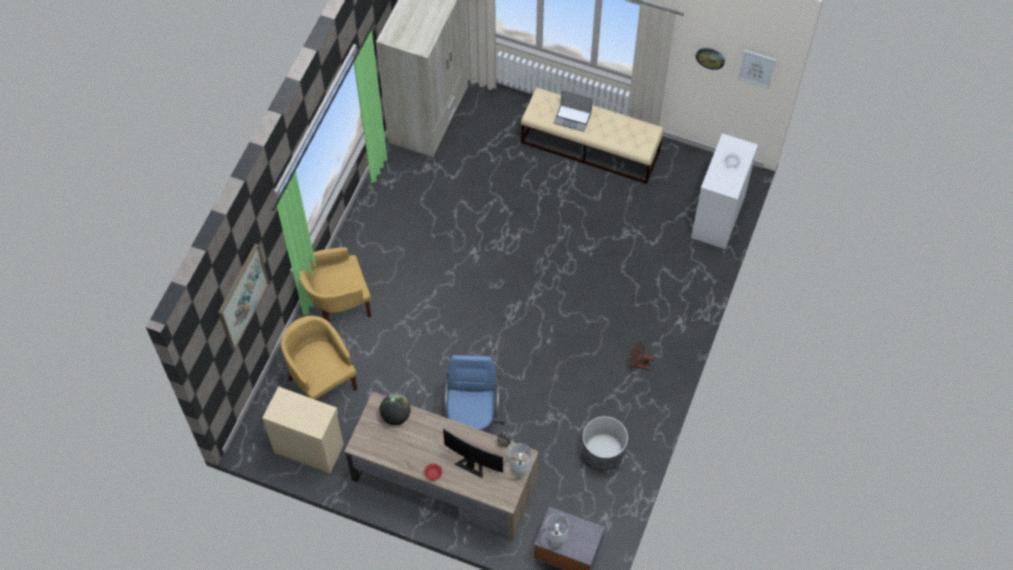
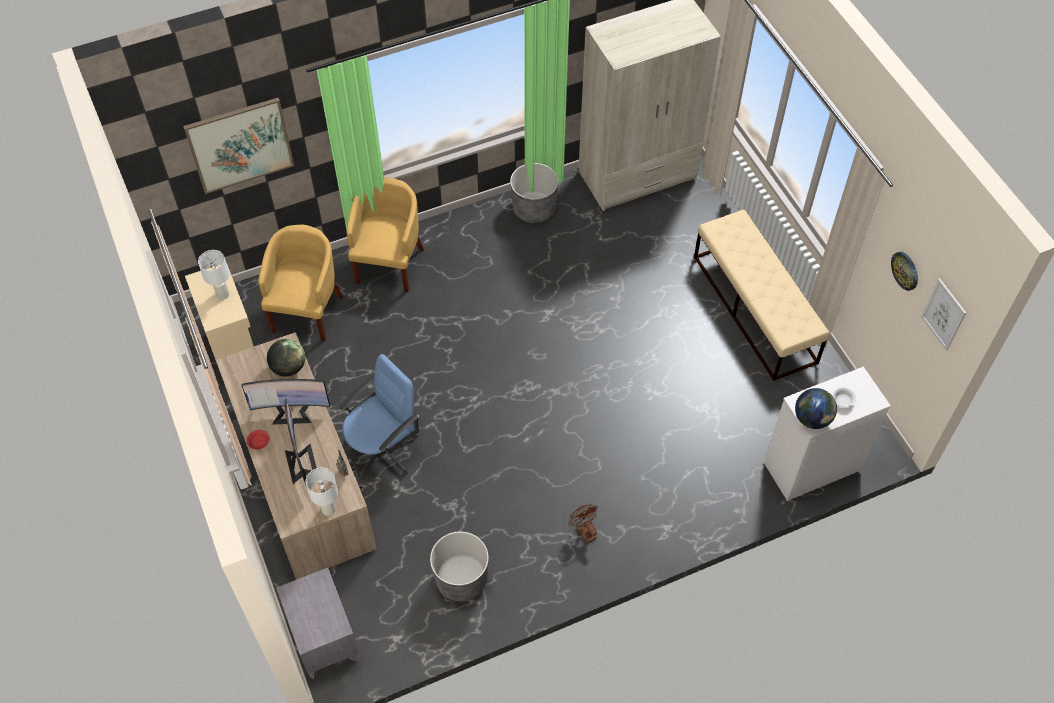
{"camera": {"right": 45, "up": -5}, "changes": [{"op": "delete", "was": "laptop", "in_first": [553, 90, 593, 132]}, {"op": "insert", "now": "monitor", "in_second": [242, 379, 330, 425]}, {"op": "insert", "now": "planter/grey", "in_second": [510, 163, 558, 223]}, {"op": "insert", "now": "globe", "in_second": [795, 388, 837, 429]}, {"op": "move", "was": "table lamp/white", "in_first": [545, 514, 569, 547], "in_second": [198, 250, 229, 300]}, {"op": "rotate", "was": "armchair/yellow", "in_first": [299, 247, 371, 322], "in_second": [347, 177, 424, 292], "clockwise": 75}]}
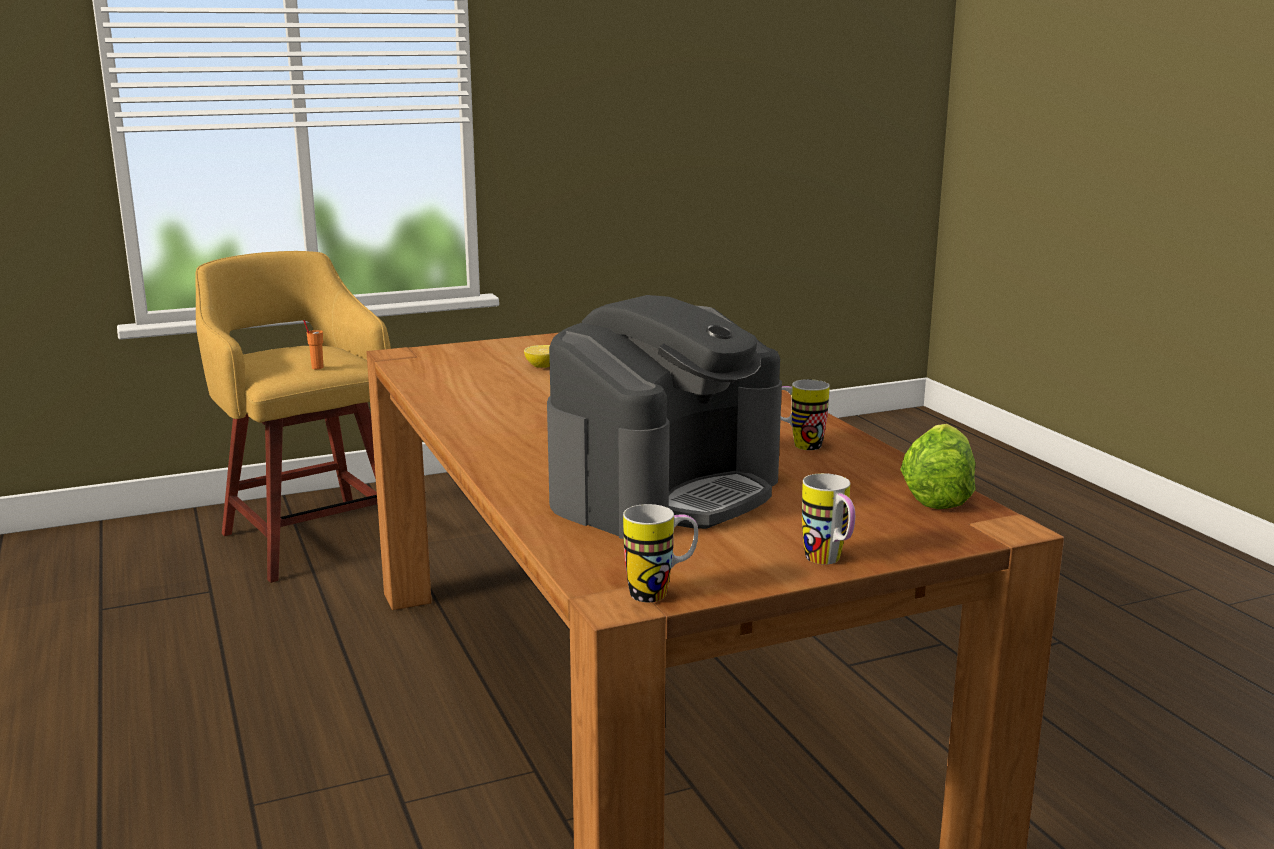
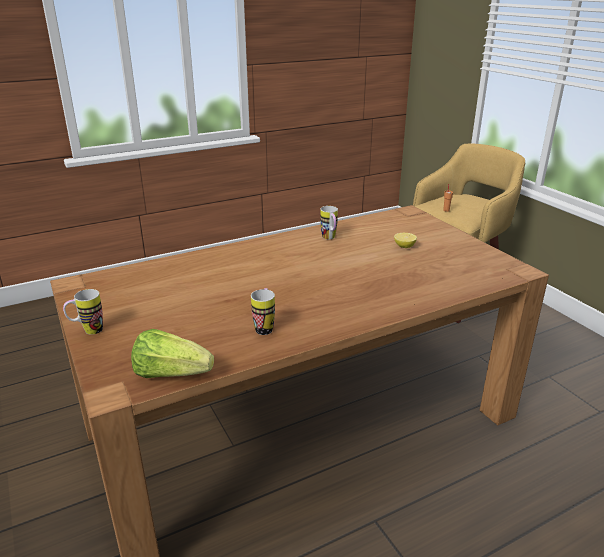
{"camera": {"right": 85, "up": 10}, "changes": [{"op": "delete", "was": "coffee machine", "in_first": [547, 295, 782, 539]}, {"op": "move", "was": "mug", "in_first": [623, 504, 698, 602], "in_second": [320, 206, 338, 239]}]}
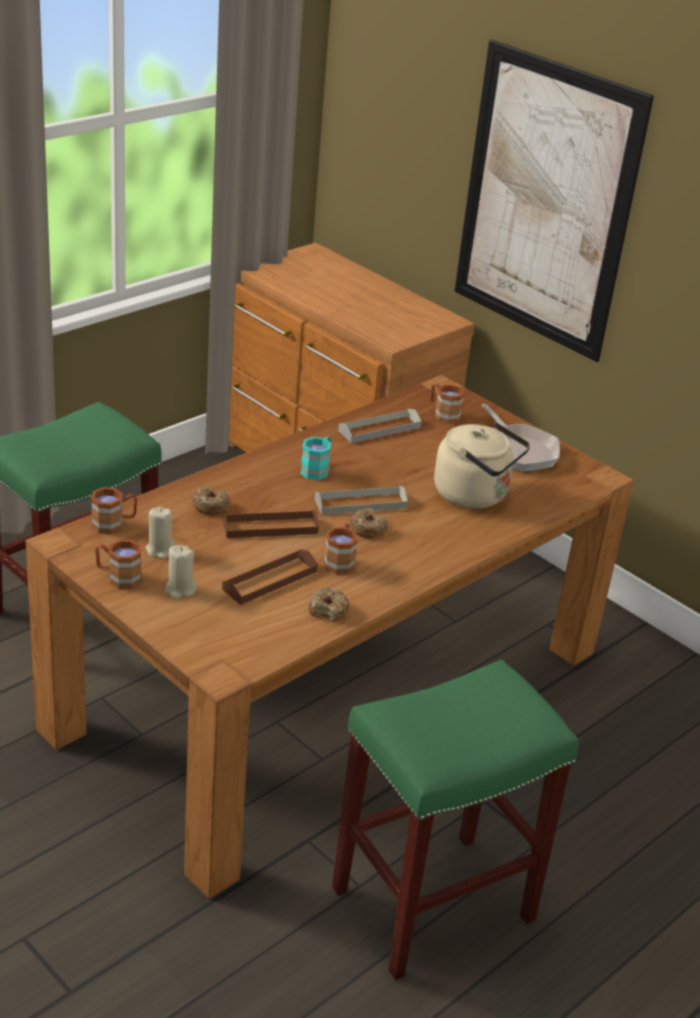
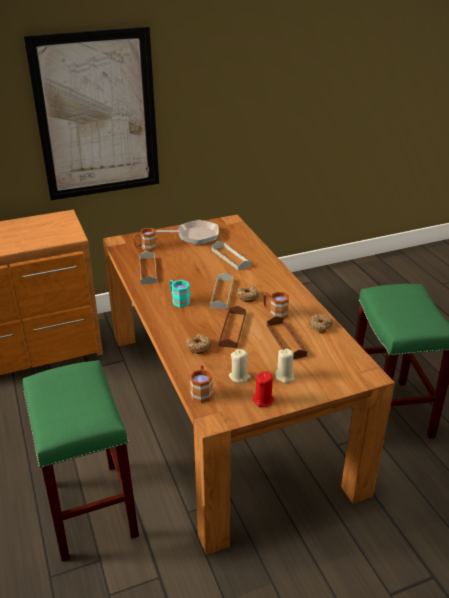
{"camera": {"right": -65, "up": 0}, "changes": [{"op": "replace", "was": "mug/brown", "now": "candle/red", "in_first": [95, 540, 141, 589], "in_second": [253, 371, 274, 407]}, {"op": "replace", "was": "kettle/beige", "now": "tray/grey", "in_first": [434, 422, 530, 509], "in_second": [211, 241, 251, 271]}]}
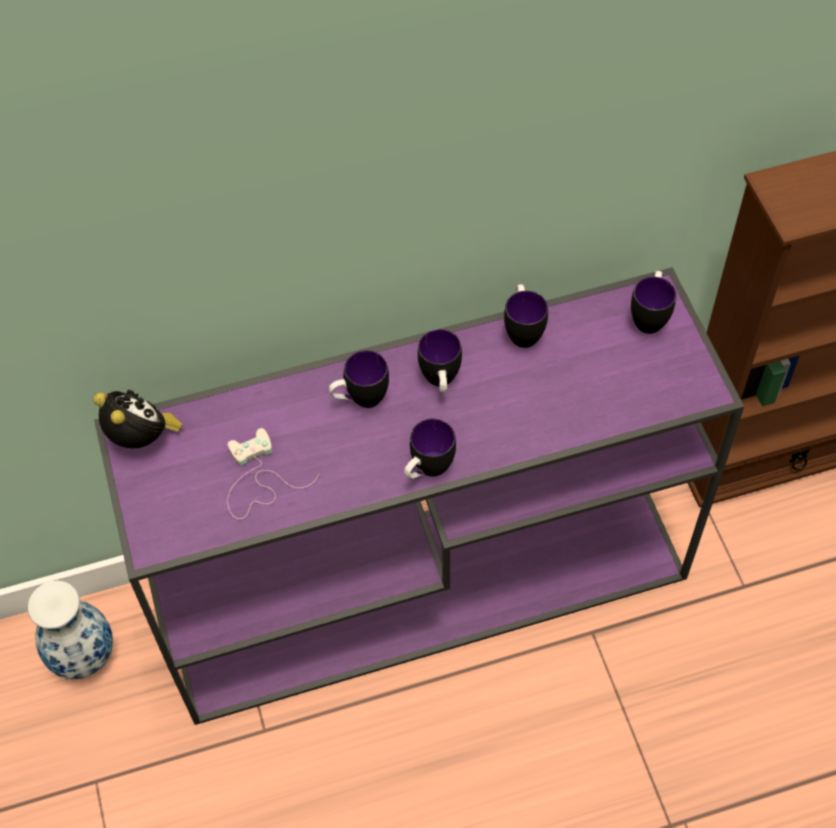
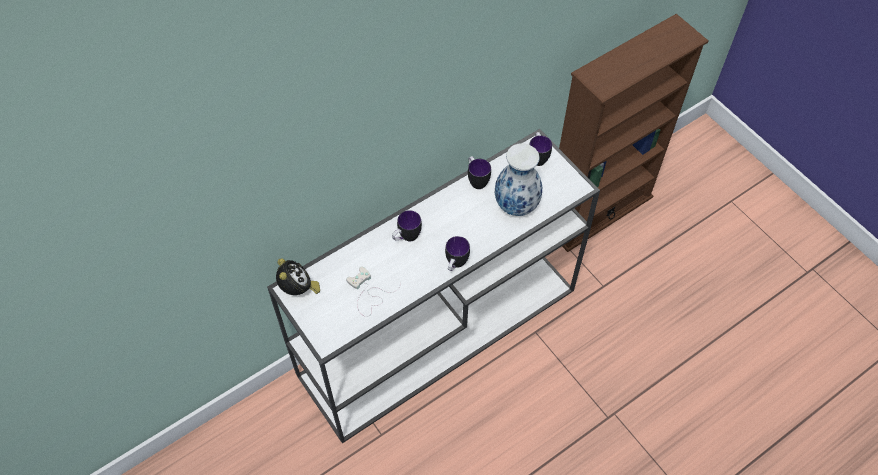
{"camera": {"right": -20, "up": 0}, "changes": [{"op": "delete", "was": "mug", "in_first": [418, 329, 462, 393]}, {"op": "move", "was": "vase", "in_first": [28, 581, 113, 680], "in_second": [495, 143, 542, 216]}, {"op": "recolor", "was": "console table/purple", "now": "console table/white", "in_first": [94, 267, 744, 725], "in_second": [267, 129, 600, 443]}, {"op": "rotate", "was": "alarm clock", "in_first": [93, 390, 182, 448], "in_second": [276, 258, 320, 295], "clockwise": 45}]}
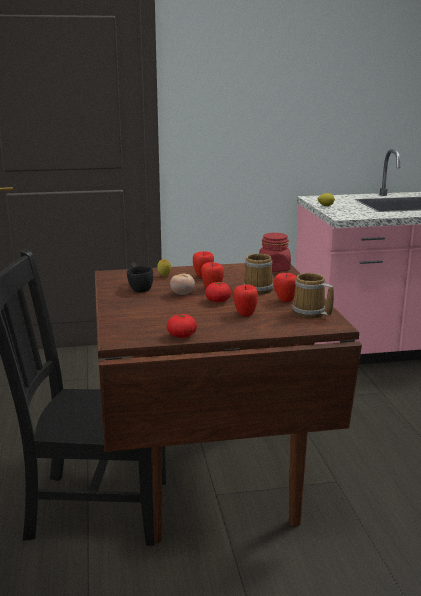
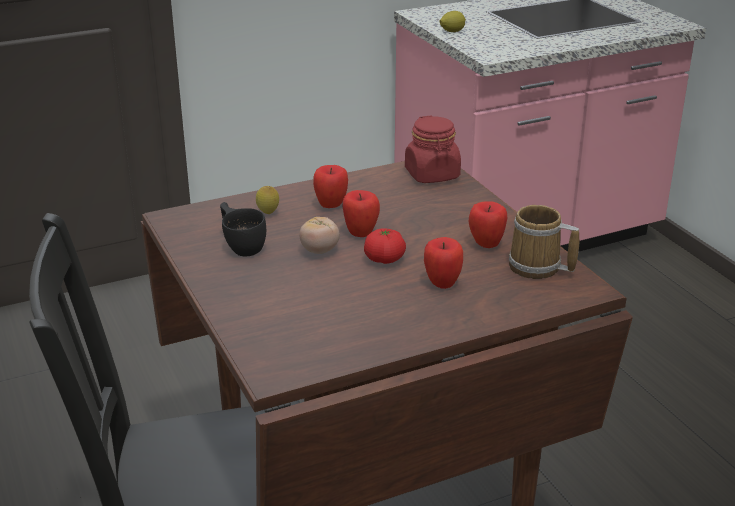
{"camera": {"right": -15, "up": 10}, "changes": [{"op": "delete", "was": "tomato", "in_first": [167, 314, 197, 338]}, {"op": "delete", "was": "mug", "in_first": [243, 254, 273, 295]}]}
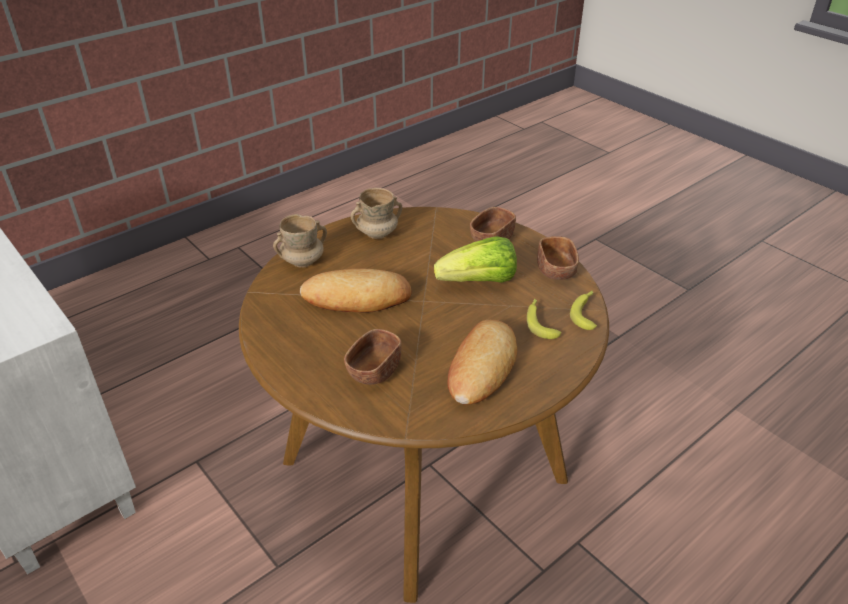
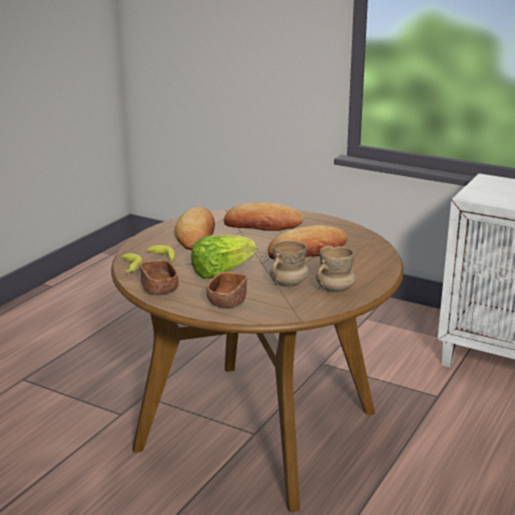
{"camera": {"right": 160, "up": -15}, "changes": [{"op": "move", "was": "mug/beige", "in_first": [273, 214, 327, 267], "in_second": [269, 240, 309, 288]}, {"op": "replace", "was": "bowl/brown", "now": "bread", "in_first": [344, 329, 402, 385], "in_second": [224, 202, 304, 231]}]}
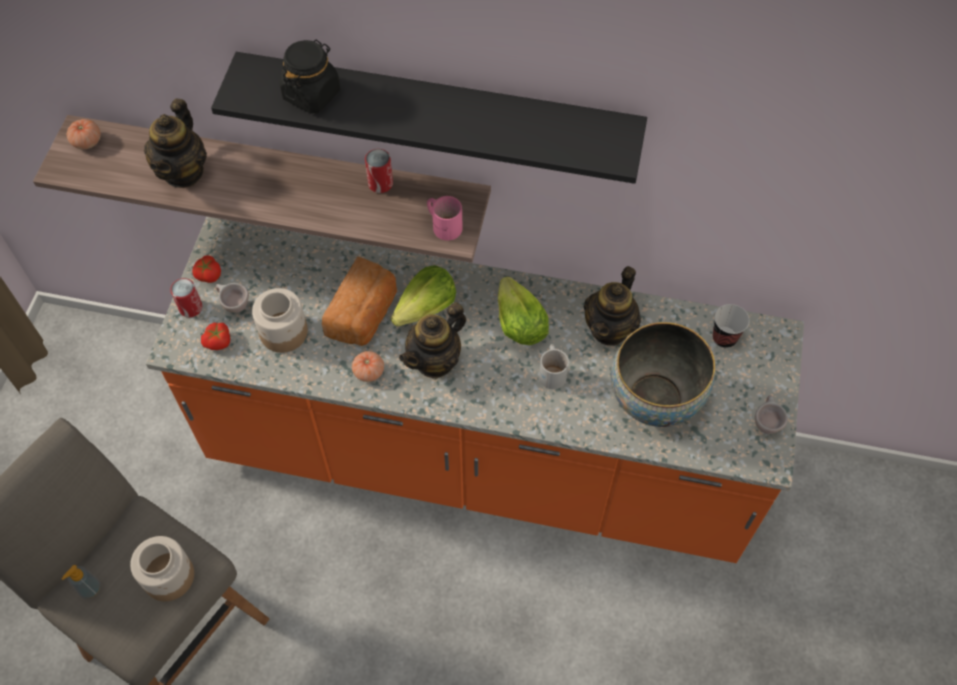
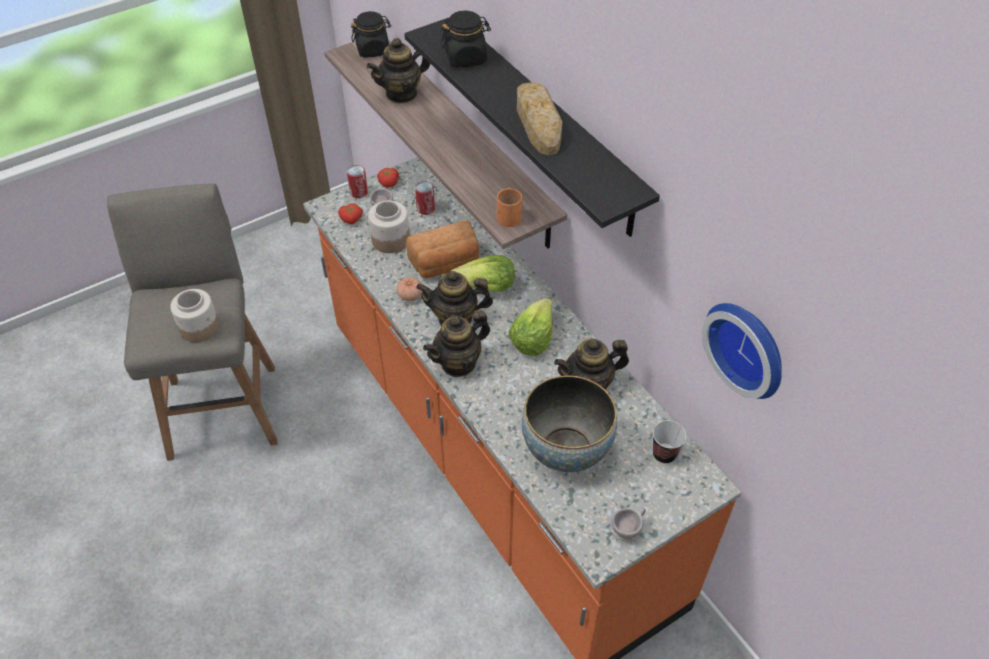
{"camera": {"right": 45, "up": -10}, "changes": [{"op": "delete", "was": "soap dispenser", "in_first": [62, 565, 101, 599]}, {"op": "delete", "was": "mug/white", "in_first": [539, 344, 569, 389]}, {"op": "insert", "now": "teapot", "in_second": [423, 310, 490, 377]}, {"op": "insert", "now": "bread", "in_second": [517, 82, 562, 155]}, {"op": "insert", "now": "wall clock", "in_second": [702, 303, 782, 399]}, {"op": "move", "was": "can", "in_first": [365, 149, 393, 193], "in_second": [415, 181, 435, 215]}, {"op": "replace", "was": "tomato", "now": "jar/black", "in_first": [67, 119, 101, 149], "in_second": [351, 11, 391, 58]}, {"op": "recolor", "was": "mug/pink", "now": "mug/orange", "in_first": [427, 196, 463, 241], "in_second": [497, 188, 522, 227]}]}
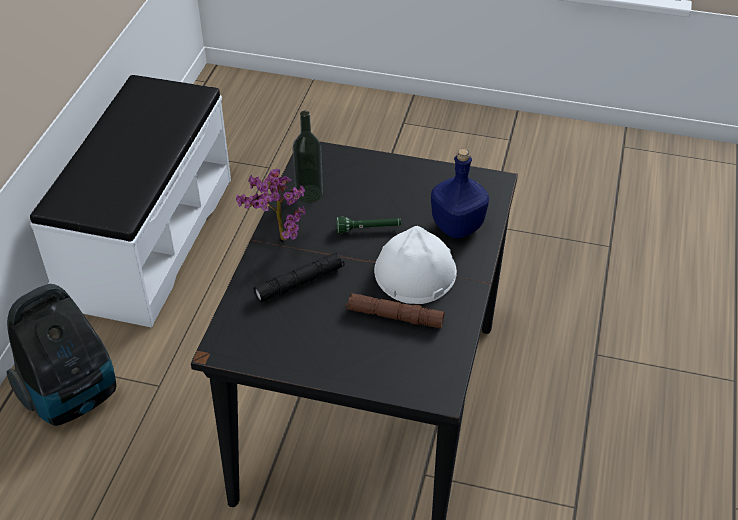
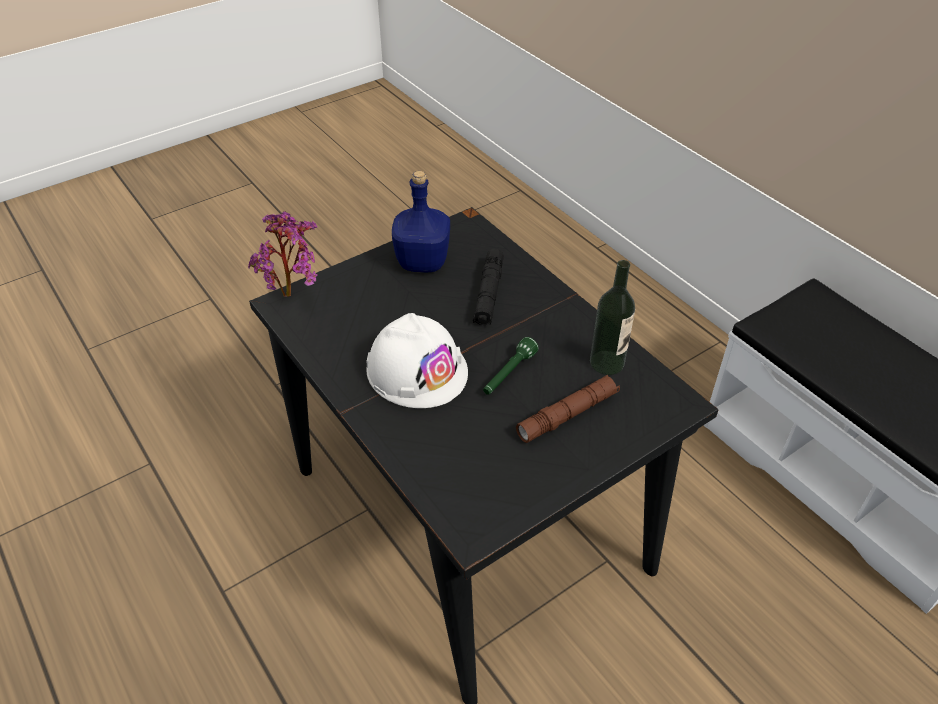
{"camera": {"right": 130, "up": 0}, "changes": [{"op": "delete", "was": "vacuum cleaner", "in_first": [6, 284, 116, 426]}, {"op": "move", "was": "potted plant", "in_first": [236, 169, 306, 241], "in_second": [248, 211, 318, 297]}, {"op": "move", "was": "flashlight/brown", "in_first": [346, 293, 445, 328], "in_second": [516, 375, 620, 443]}, {"op": "move", "was": "bottle/blue", "in_first": [431, 149, 489, 238], "in_second": [392, 171, 450, 273]}]}
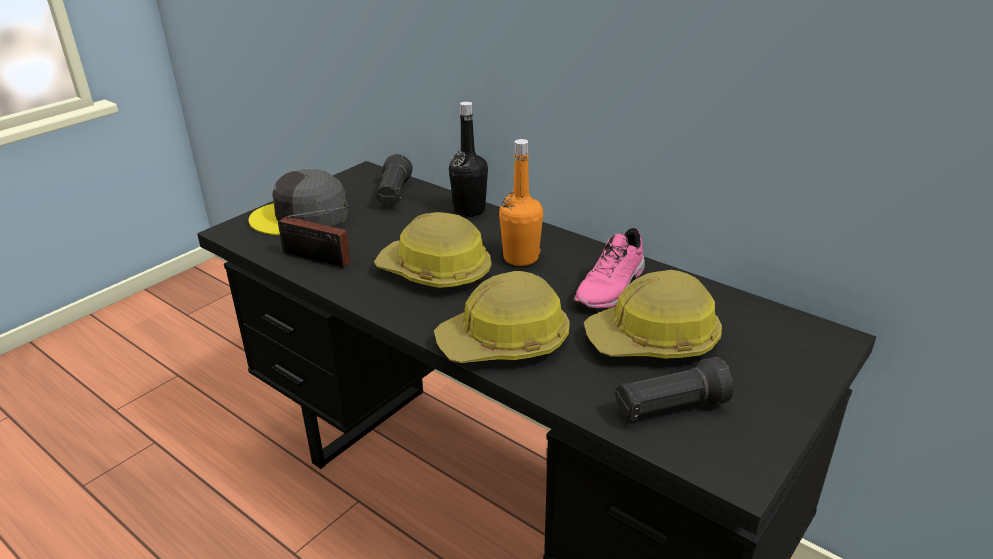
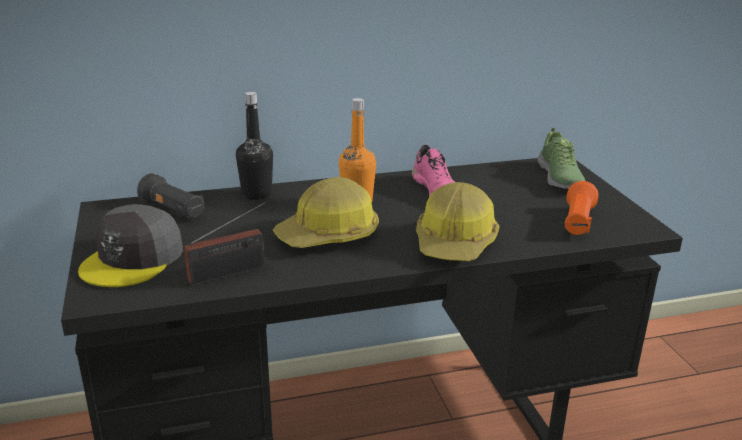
{"camera": {"right": -55, "up": -5}, "changes": [{"op": "delete", "was": "hard hat", "in_first": [584, 270, 722, 359]}, {"op": "insert", "now": "shoe", "in_second": [537, 128, 585, 189]}, {"op": "recolor", "was": "flashlight/black", "now": "flashlight/orange", "in_first": [615, 357, 734, 421], "in_second": [565, 181, 598, 235]}]}
